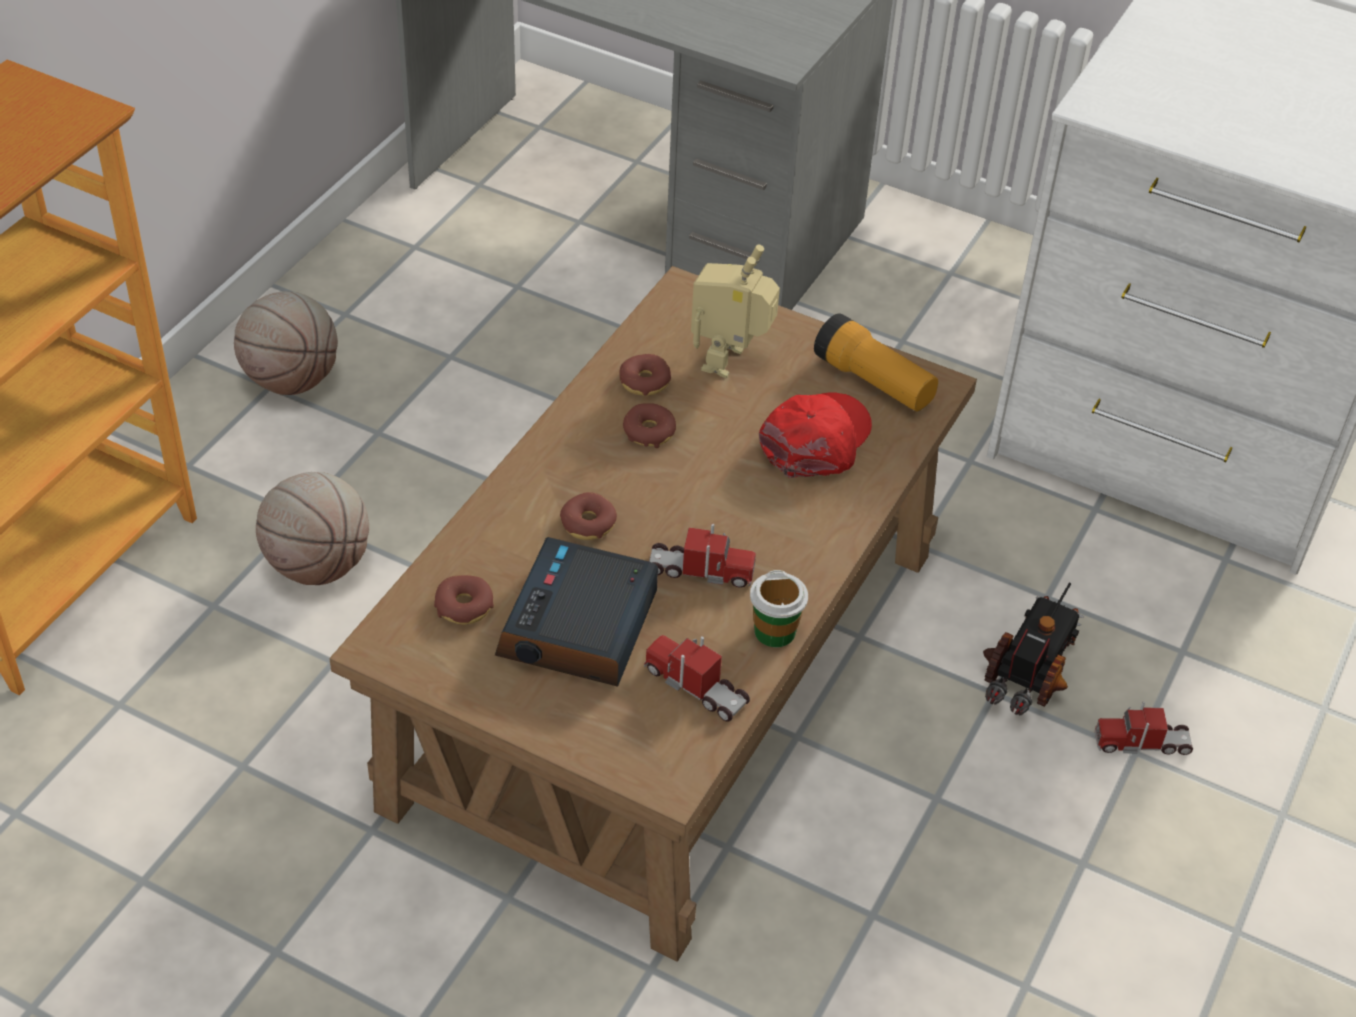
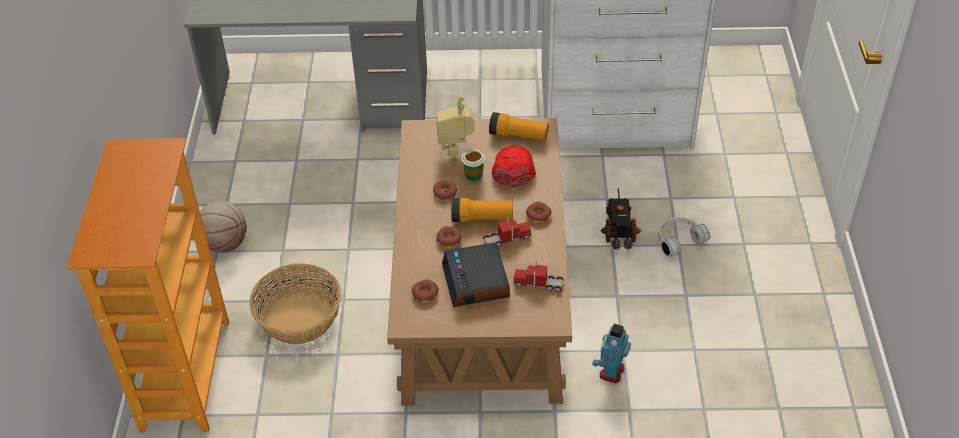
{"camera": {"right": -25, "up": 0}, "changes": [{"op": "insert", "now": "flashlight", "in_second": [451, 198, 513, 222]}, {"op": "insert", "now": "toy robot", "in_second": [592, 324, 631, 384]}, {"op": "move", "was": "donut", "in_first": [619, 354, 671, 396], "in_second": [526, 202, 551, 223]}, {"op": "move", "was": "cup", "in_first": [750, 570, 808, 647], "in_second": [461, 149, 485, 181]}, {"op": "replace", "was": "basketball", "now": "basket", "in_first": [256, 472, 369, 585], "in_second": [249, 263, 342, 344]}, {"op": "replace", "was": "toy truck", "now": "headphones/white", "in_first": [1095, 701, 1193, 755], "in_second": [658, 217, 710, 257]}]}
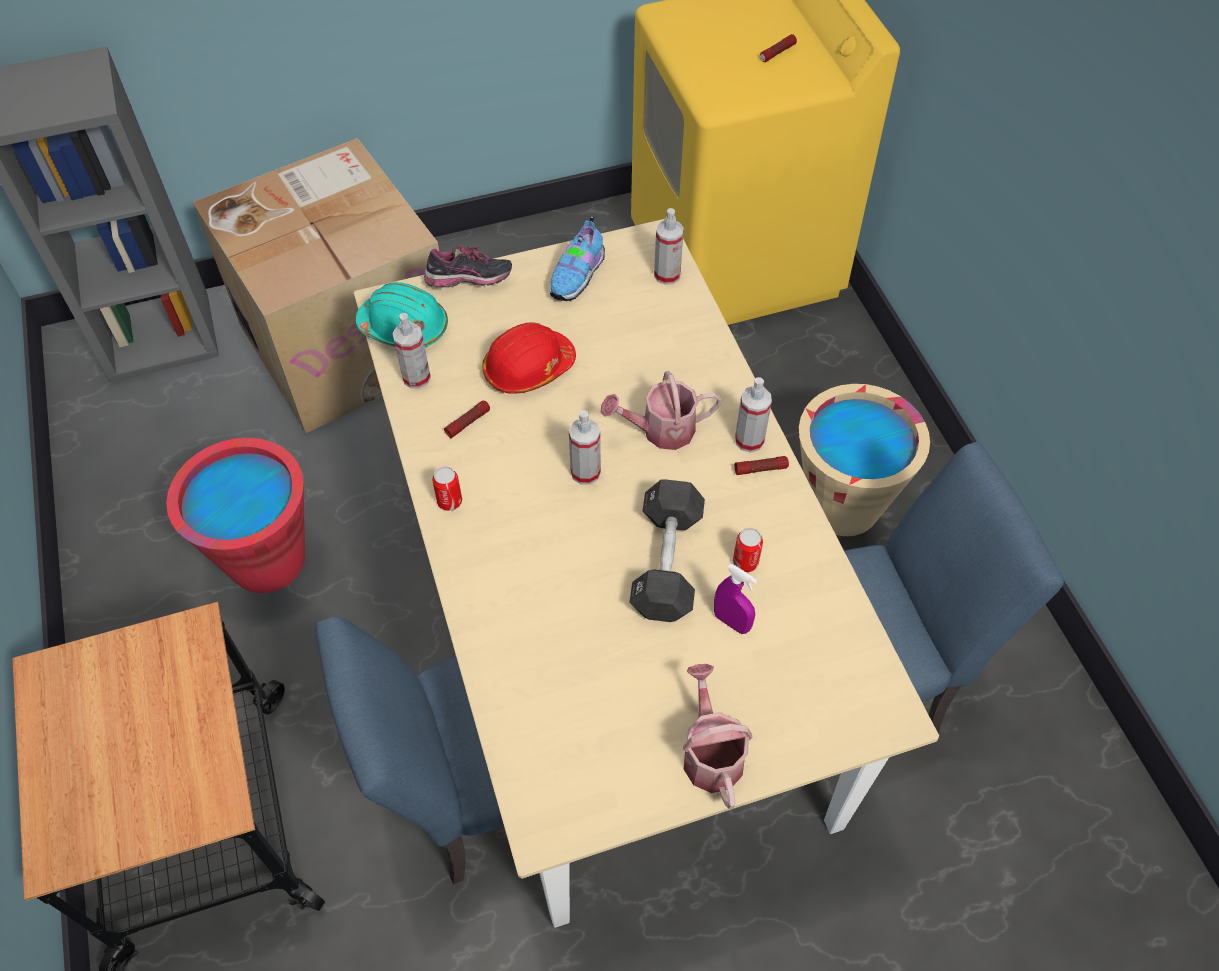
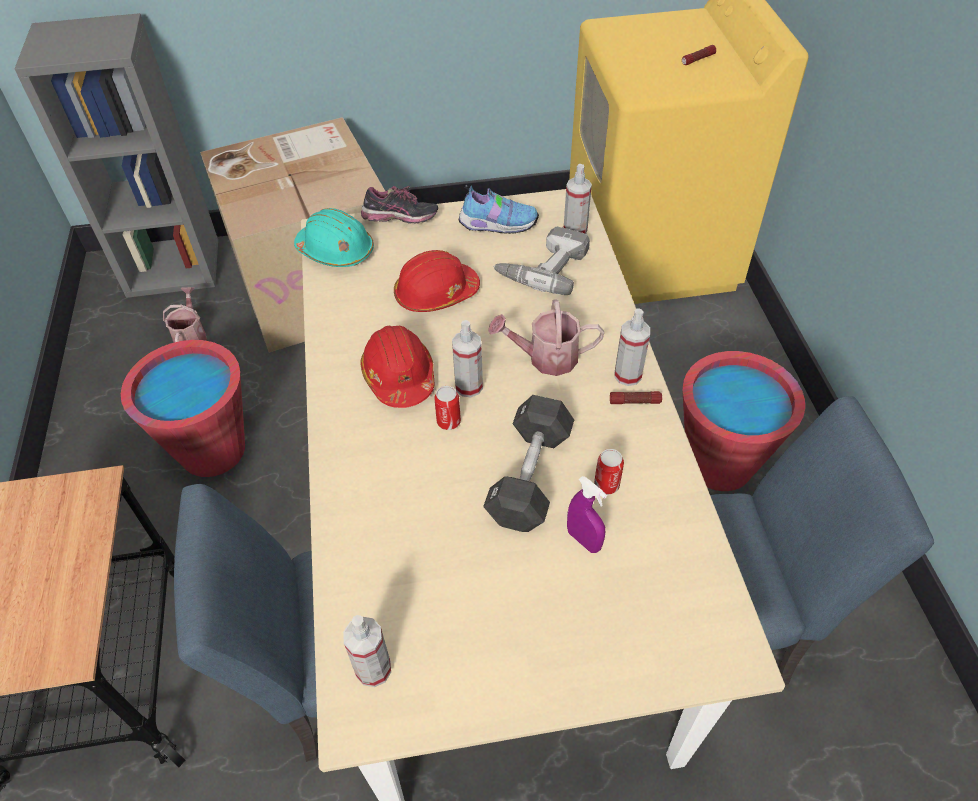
{"camera": {"right": 10, "up": -5}, "changes": [{"op": "delete", "was": "flashlight", "in_first": [444, 401, 490, 438]}, {"op": "insert", "now": "hard hat/red", "in_second": [360, 325, 434, 408]}, {"op": "insert", "now": "power drill", "in_second": [493, 227, 590, 295]}, {"op": "move", "was": "spray bottle", "in_first": [392, 313, 431, 388], "in_second": [343, 615, 391, 687]}, {"op": "move", "was": "can", "in_first": [432, 466, 462, 511], "in_second": [435, 386, 461, 430]}, {"op": "move", "was": "watering can", "in_first": [683, 664, 753, 809], "in_second": [163, 287, 207, 343]}, {"op": "recolor", "was": "bucket/beige", "now": "bucket/red", "in_first": [799, 384, 930, 536], "in_second": [683, 351, 805, 491]}, {"op": "rotate", "was": "shoe", "in_first": [550, 216, 605, 301], "in_second": [459, 185, 539, 234], "clockwise": -120}]}
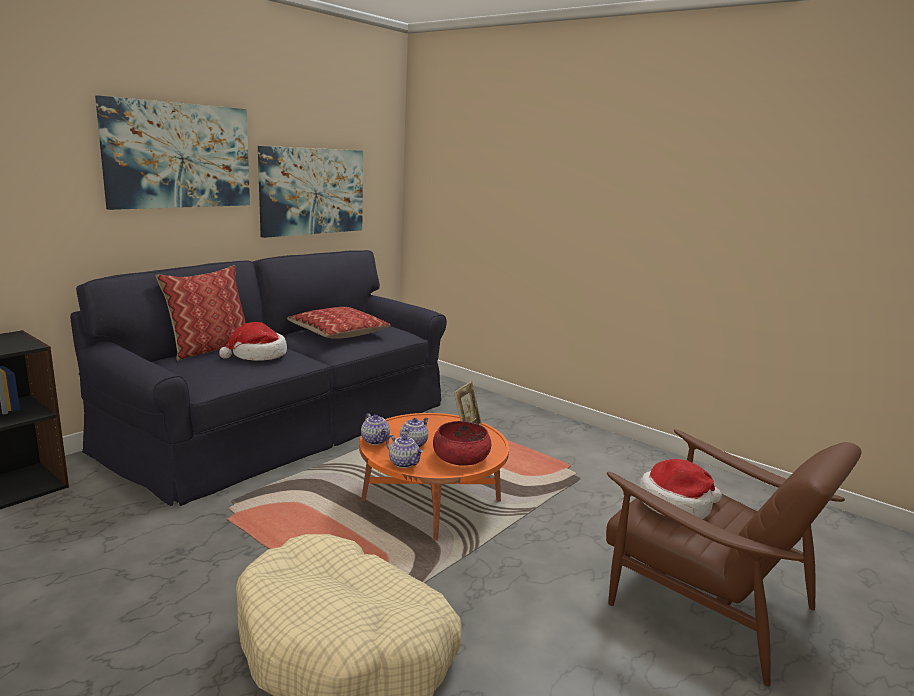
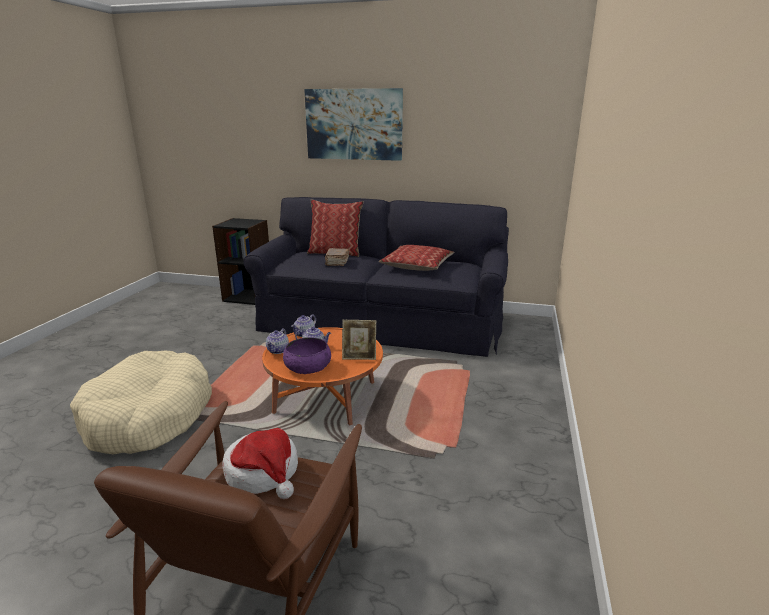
{"camera": {"right": 65, "up": 5}, "changes": [{"op": "delete", "was": "picture", "in_first": [258, 146, 363, 238]}, {"op": "replace", "was": "hat", "now": "book/brown", "in_first": [219, 322, 287, 361], "in_second": [325, 248, 349, 266]}, {"op": "recolor", "was": "bowl/red", "now": "bowl/purple", "in_first": [433, 421, 492, 466], "in_second": [283, 337, 331, 374]}]}
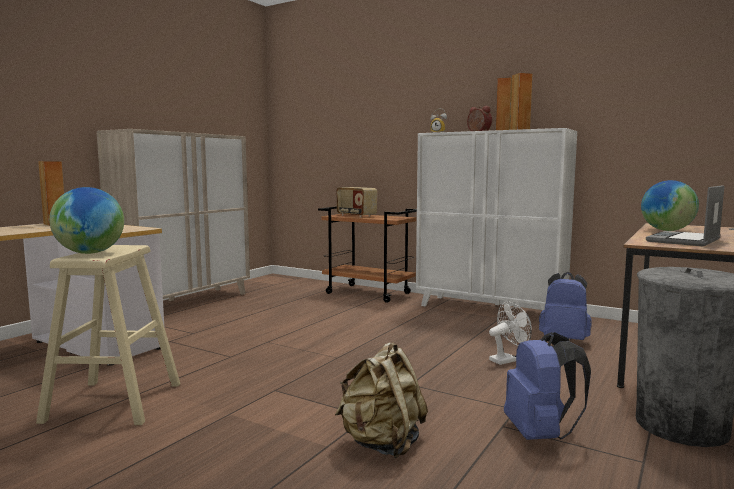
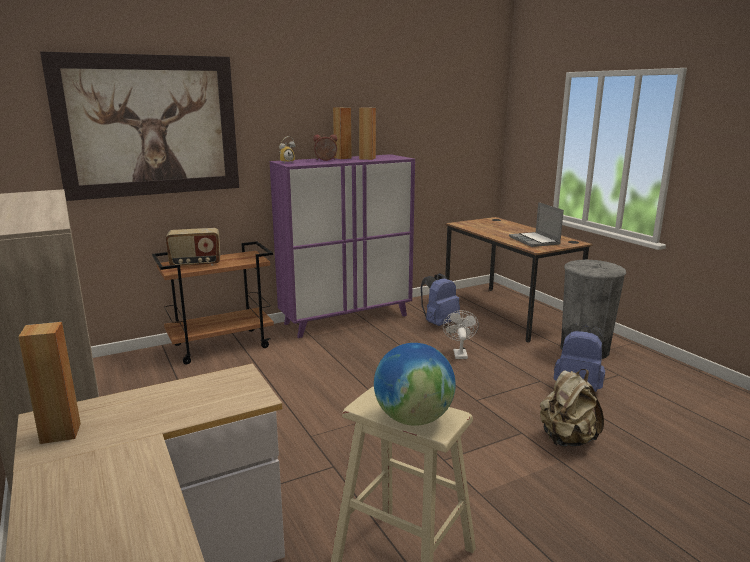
{"camera": {"right": -60, "up": 10}, "changes": [{"op": "delete", "was": "globe", "in_first": [641, 180, 699, 231]}, {"op": "insert", "now": "picture", "in_second": [40, 52, 239, 201]}, {"op": "recolor", "was": "cabinet/white", "now": "cabinet/purple", "in_first": [416, 128, 577, 310], "in_second": [270, 154, 415, 338]}]}
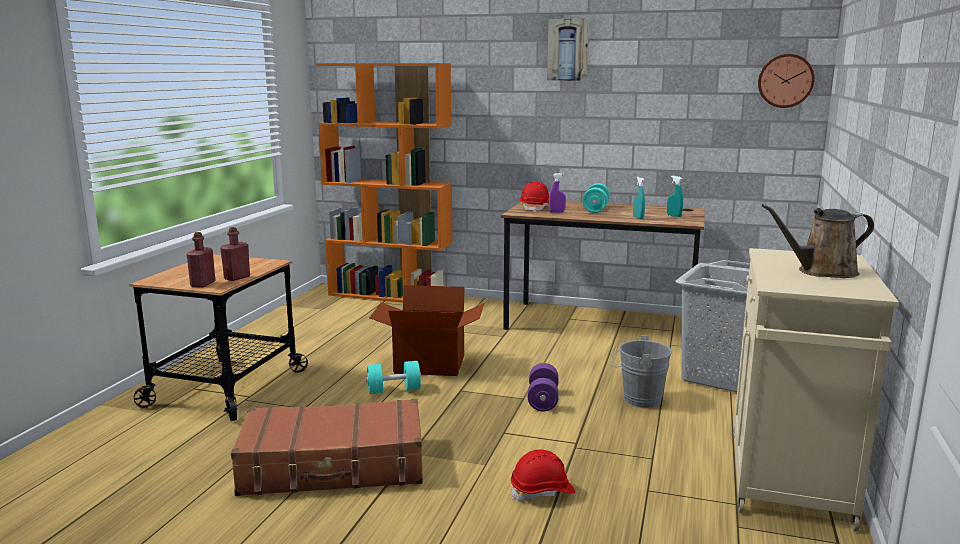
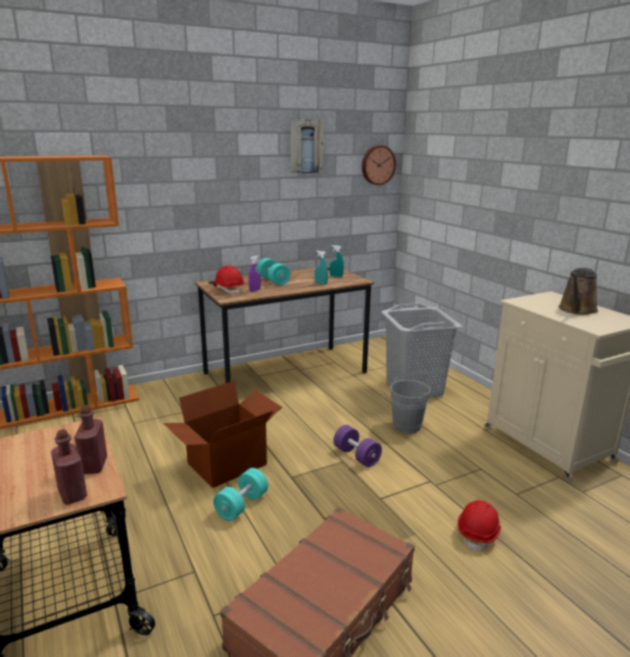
{"camera": {"right": -45, "up": 5}, "changes": [{"op": "move", "was": "picture", "in_first": [547, 18, 589, 81], "in_second": [291, 120, 323, 173]}]}
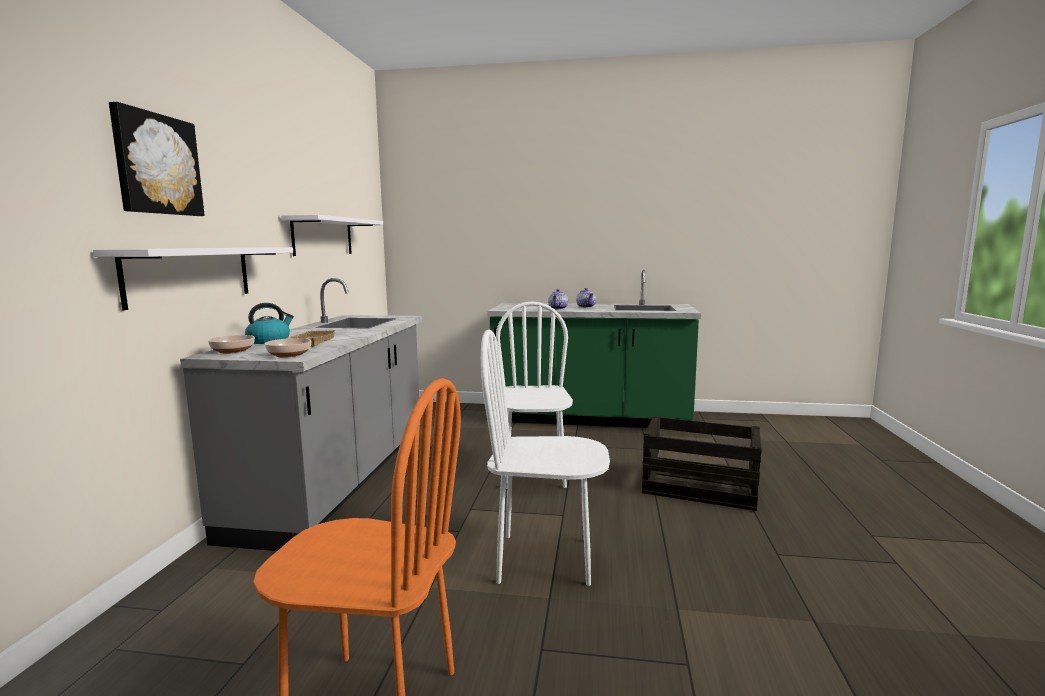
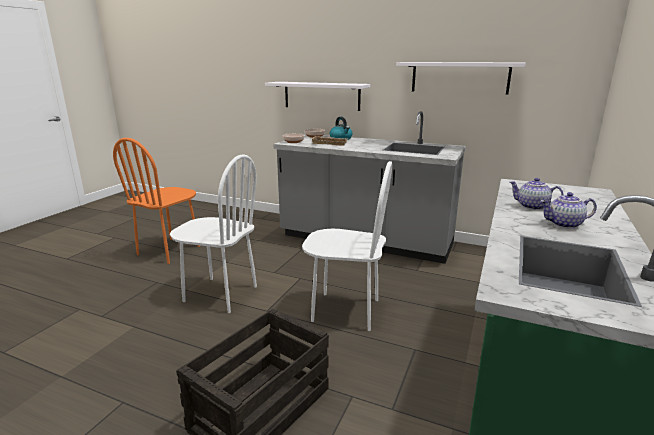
{"camera": {"right": 105, "up": 10}, "changes": [{"op": "delete", "was": "picture", "in_first": [109, 102, 205, 216]}, {"op": "rotate", "was": "chair/white", "in_first": [481, 330, 610, 586], "in_second": [170, 154, 257, 313], "clockwise": 90}]}
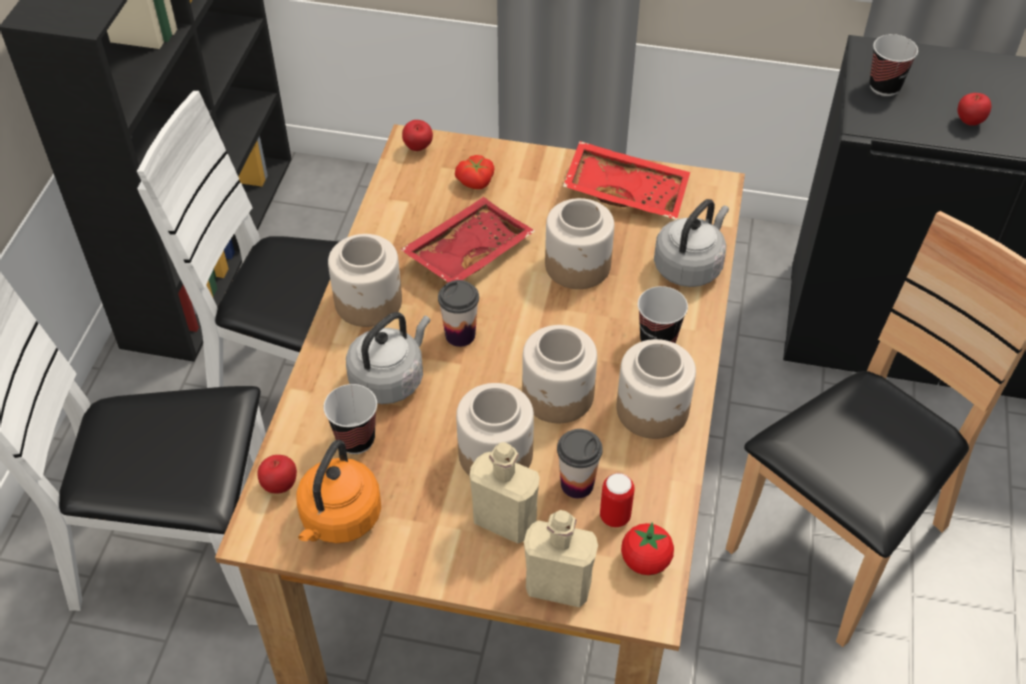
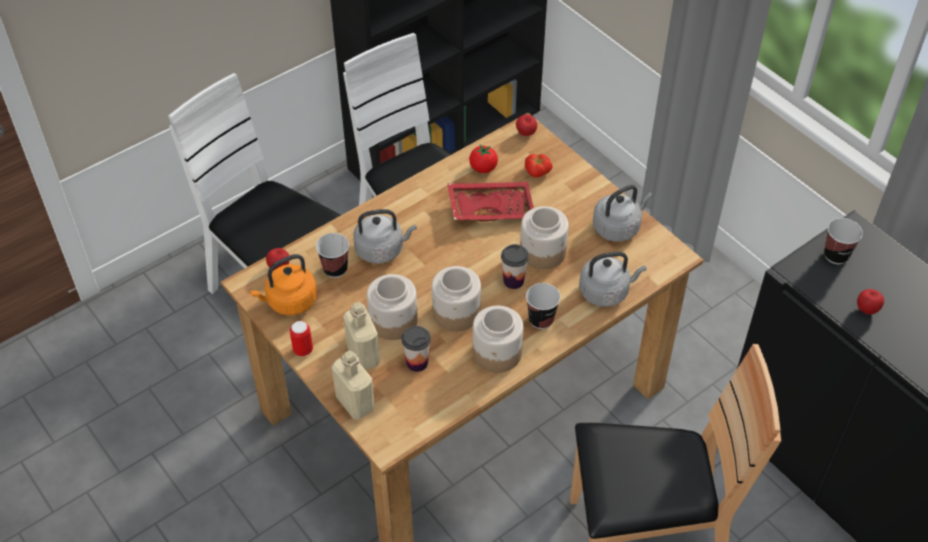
{"camera": {"right": 40, "up": 0}, "changes": [{"op": "delete", "was": "jar", "in_first": [328, 234, 402, 327]}, {"op": "move", "was": "cup", "in_first": [438, 280, 479, 347], "in_second": [501, 244, 529, 289]}, {"op": "move", "was": "can", "in_first": [600, 473, 635, 527], "in_second": [290, 321, 313, 356]}, {"op": "move", "was": "tomato", "in_first": [621, 522, 674, 575], "in_second": [469, 145, 498, 173]}, {"op": "replace", "was": "tray/red", "now": "kettle/grey", "in_first": [563, 141, 690, 220], "in_second": [593, 185, 652, 242]}]}
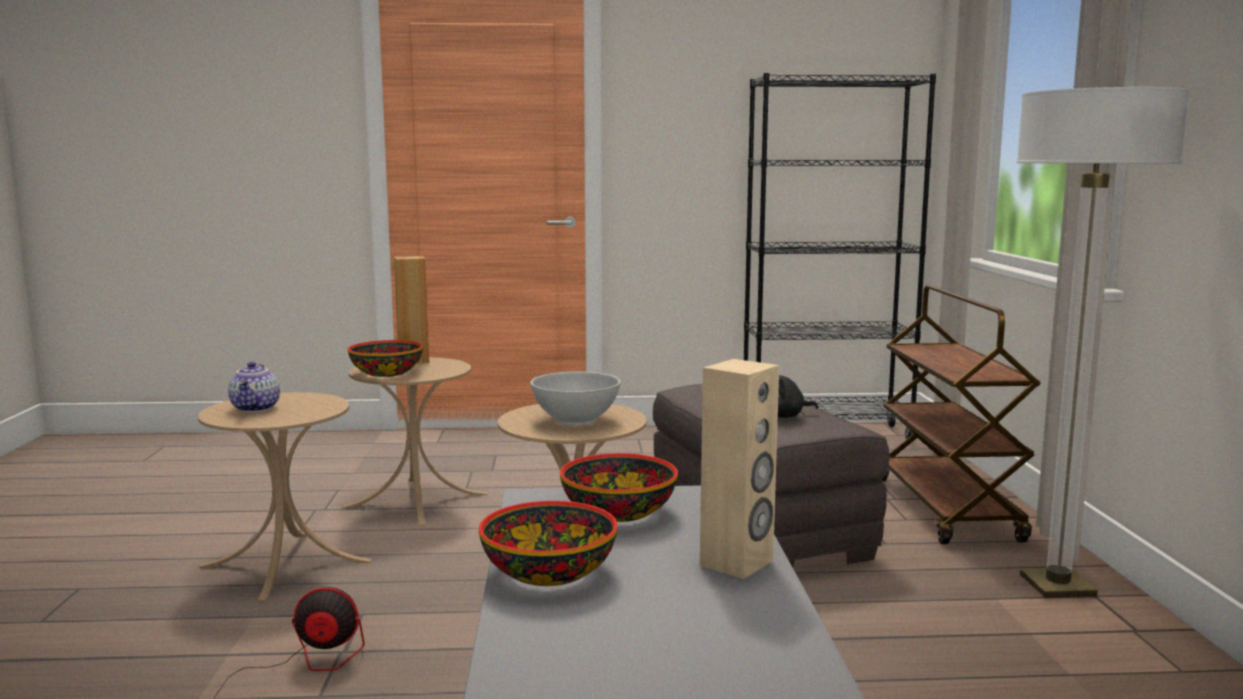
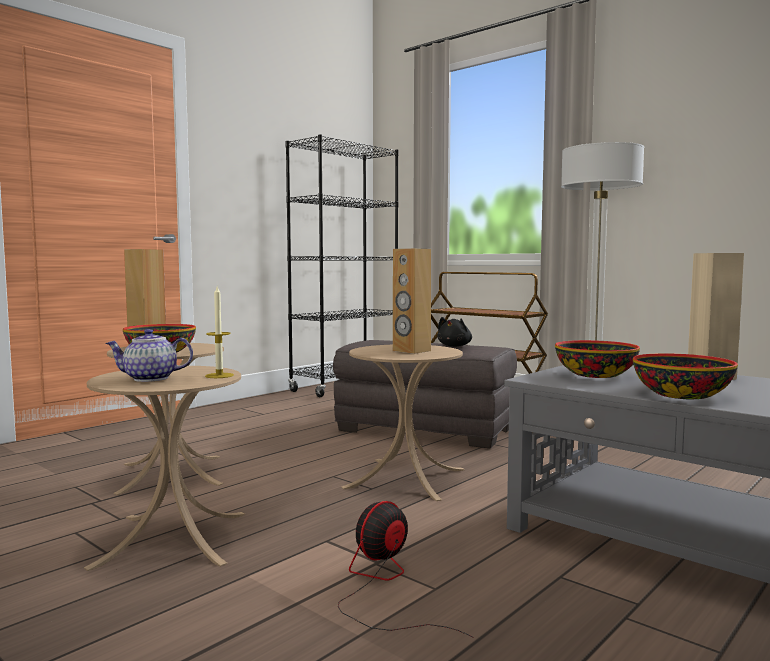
{"camera": {"right": -45, "up": -5}, "changes": [{"op": "insert", "now": "candle", "in_second": [205, 286, 234, 378]}, {"op": "replace", "was": "bowl/white", "now": "speaker/brown", "in_first": [530, 371, 621, 426], "in_second": [393, 248, 431, 354]}, {"op": "rotate", "was": "teapot", "in_first": [228, 362, 280, 413], "in_second": [106, 329, 193, 382], "clockwise": 135}]}
